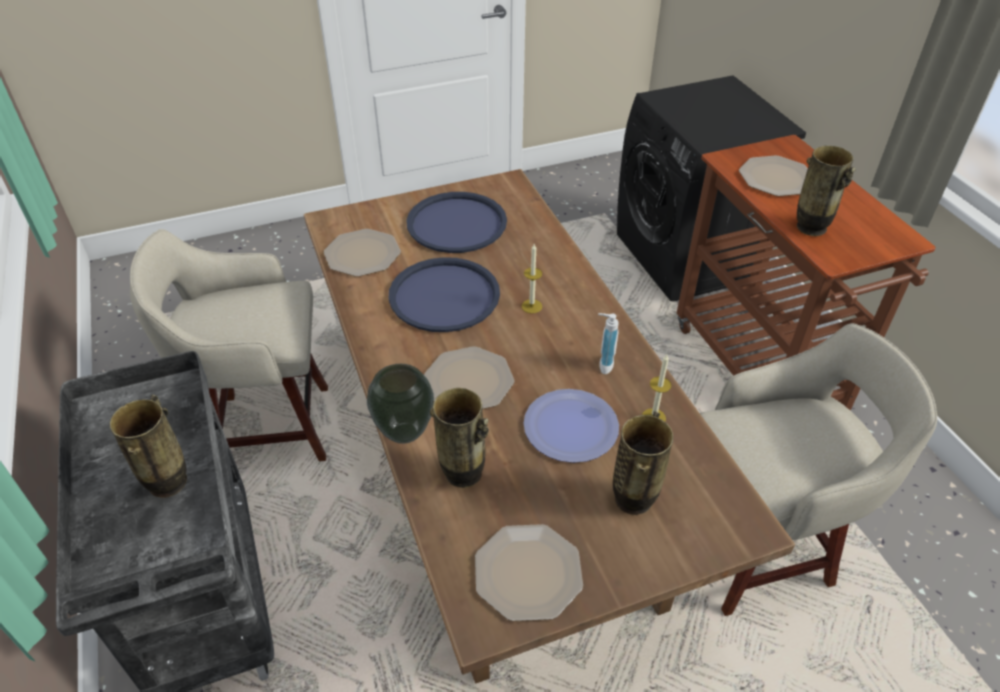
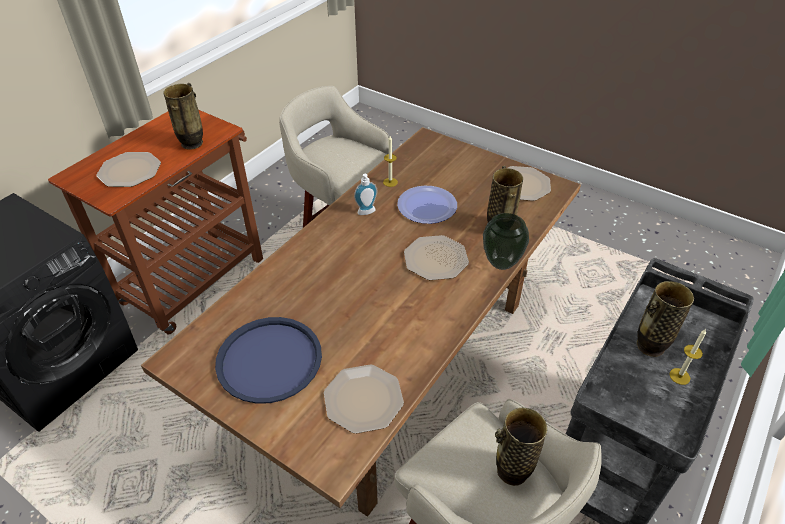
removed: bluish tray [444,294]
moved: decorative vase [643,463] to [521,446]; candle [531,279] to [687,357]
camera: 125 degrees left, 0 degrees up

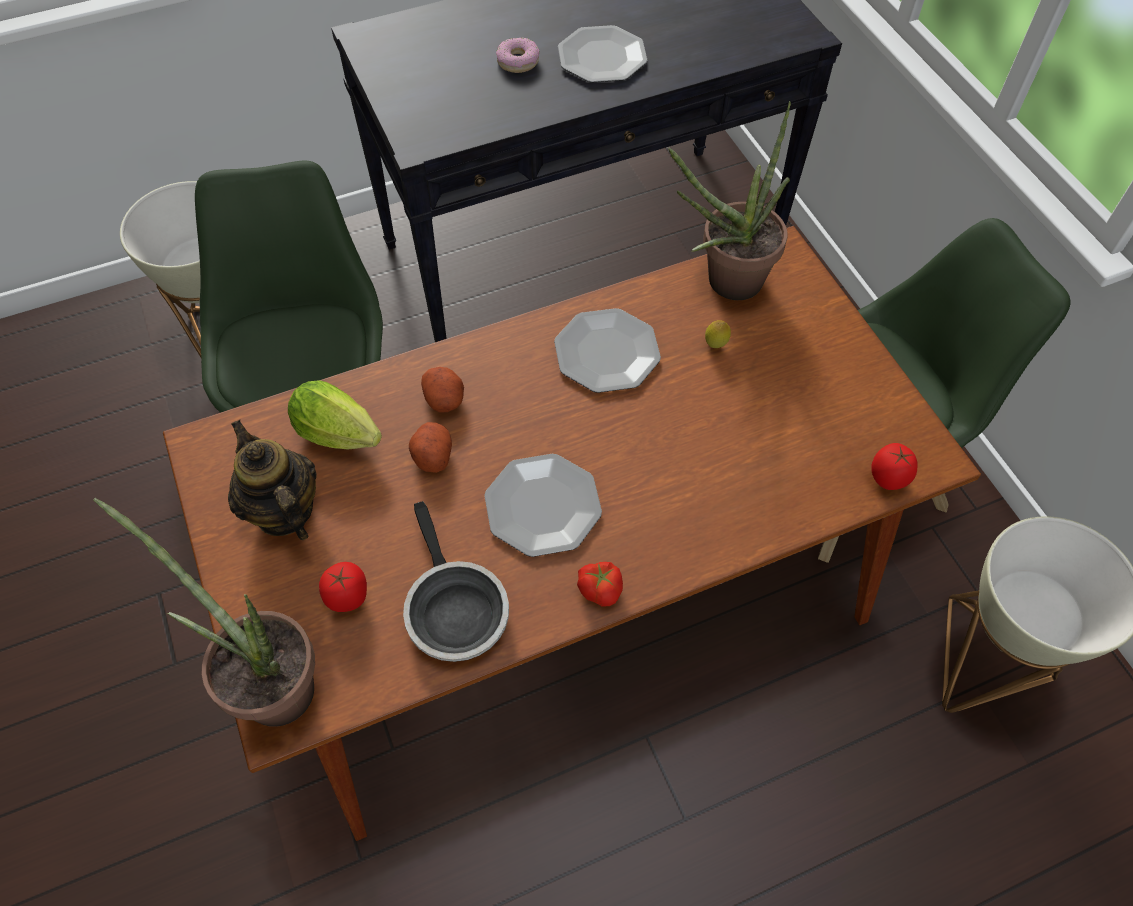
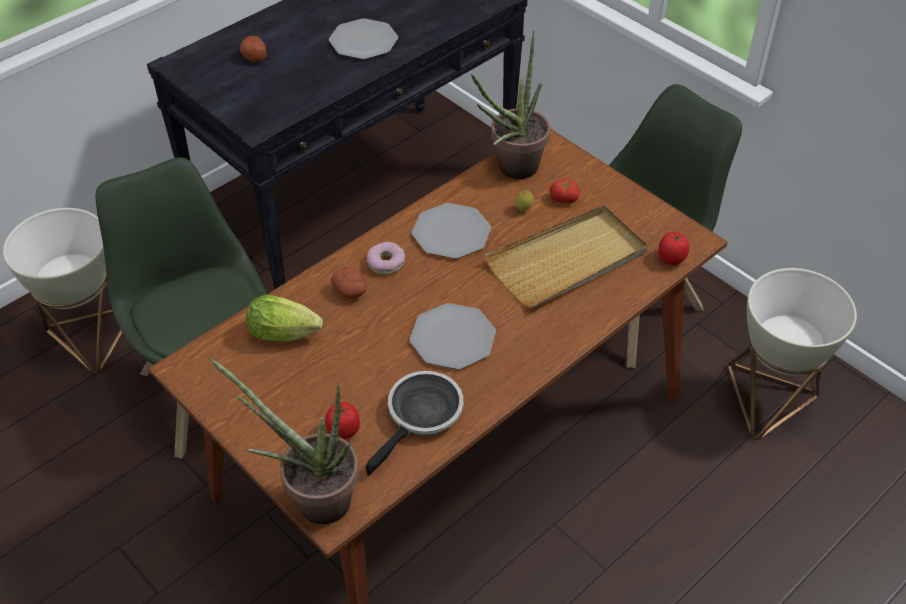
removed: tea pot [272,480]
added: beige-coloured tray [566,256]
moved: spud [430,447] to [253,49]; donut [517,55] to [386,258]; tomato [600,584] to [564,191]
turned: frying pan [456,581] = [414,423] 105 degrees counterclockwise
camera: 20 degrees left, 10 degrees down

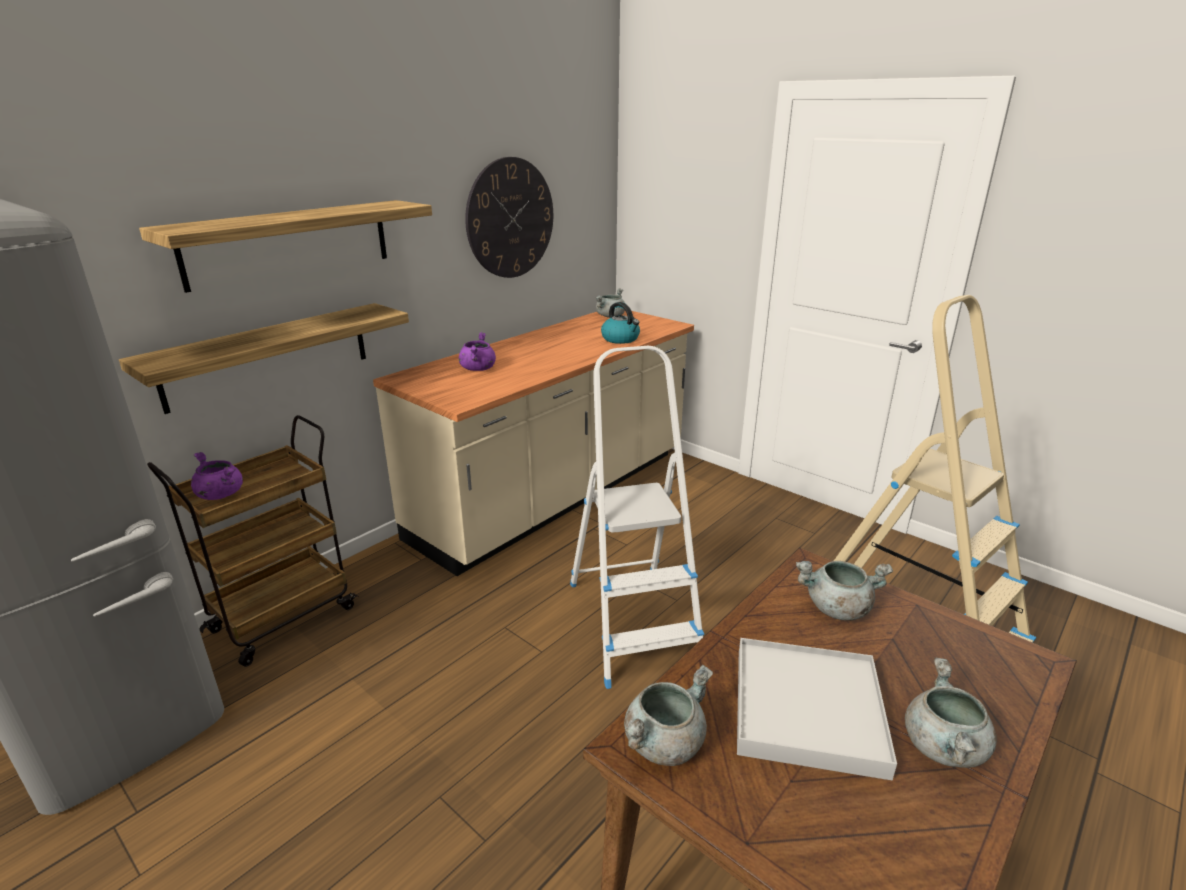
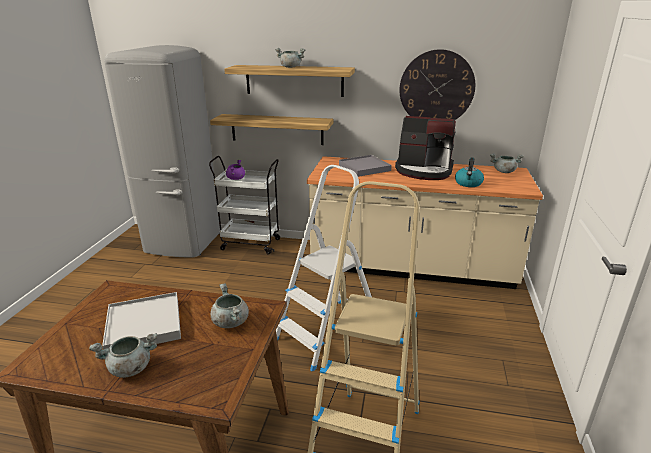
added: coffee brewer [425,148]
moved: gray saucepot [668,715] to [290,58]
replaced: purplish saucepot [477,351] to gray tray [365,166]
recoloured: brown-coloured trolley [253,541] to white trolley [244,205]
camera: 60 degrees right, 0 degrees up

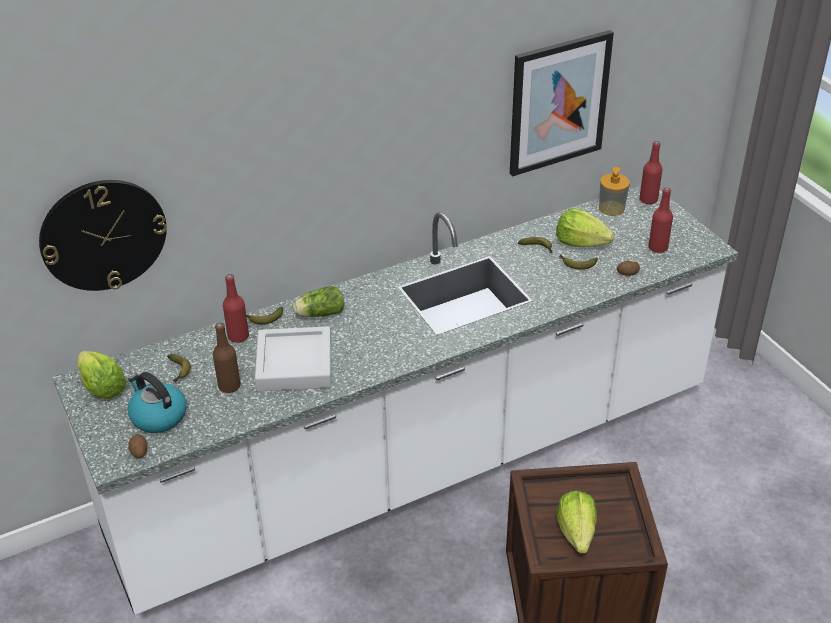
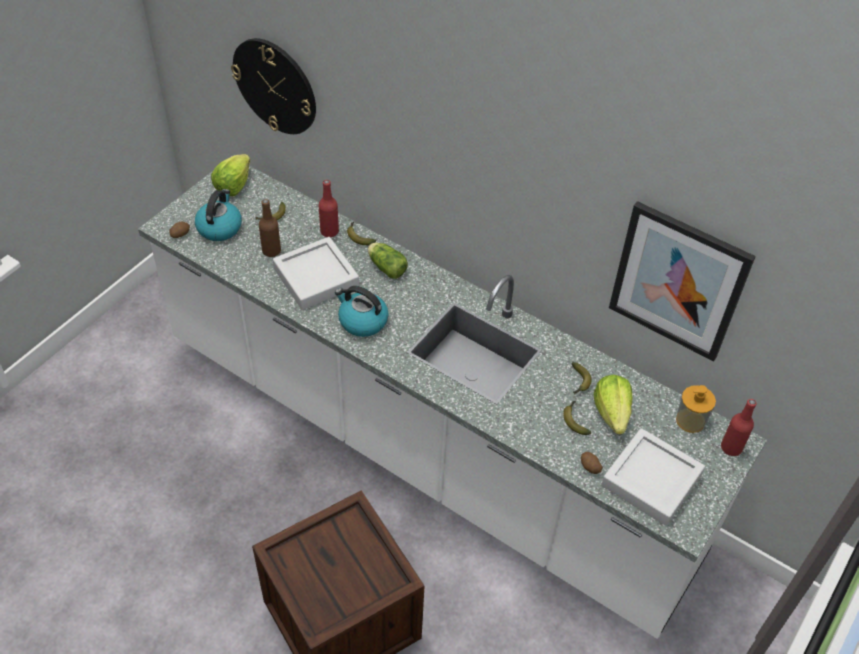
removed: lettuce [577,522]
added: water kettle [362,311]
replaced: red drink bottle [660,220] to gray tray [653,477]
camera: 60 degrees right, 10 degrees up

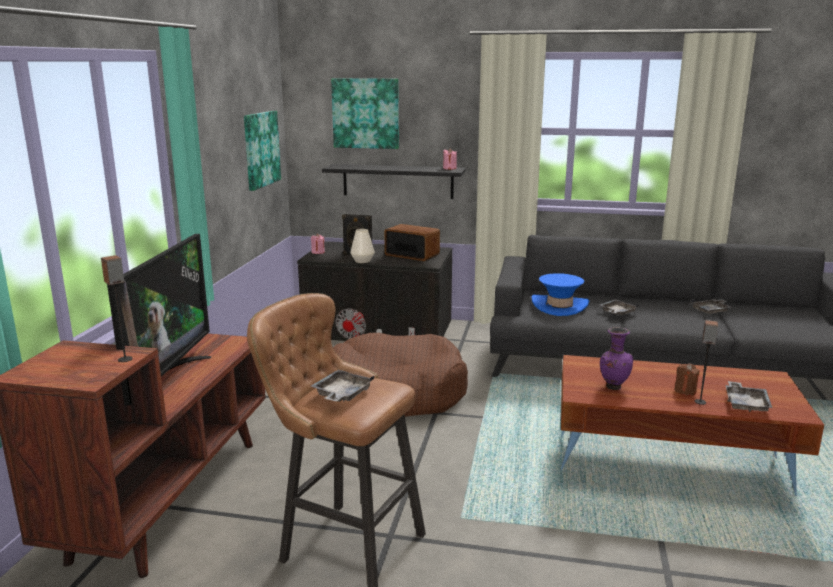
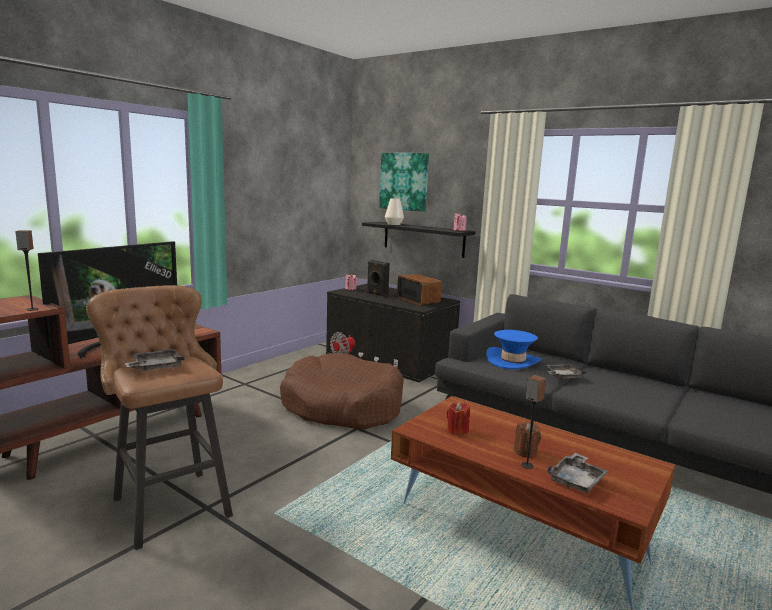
removed: picture [262,151]; gray tray [711,306]
moved: white decorative vase [362,246] to [394,211]
replaced: purplish decorative vase [616,358] to red candle [458,418]
camera: 25 degrees right, 5 degrees down

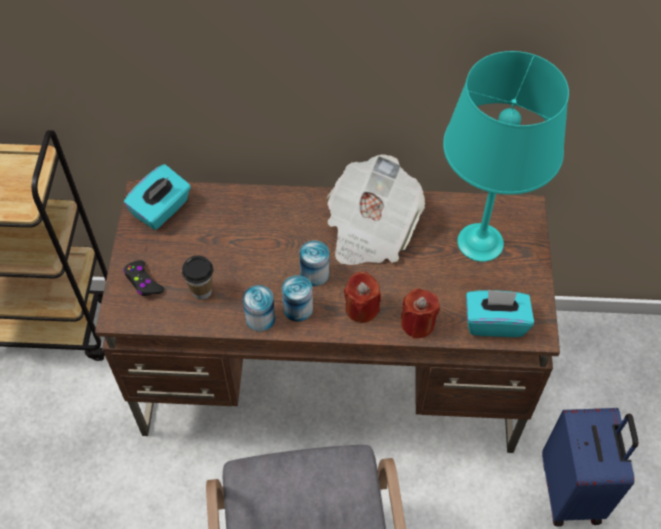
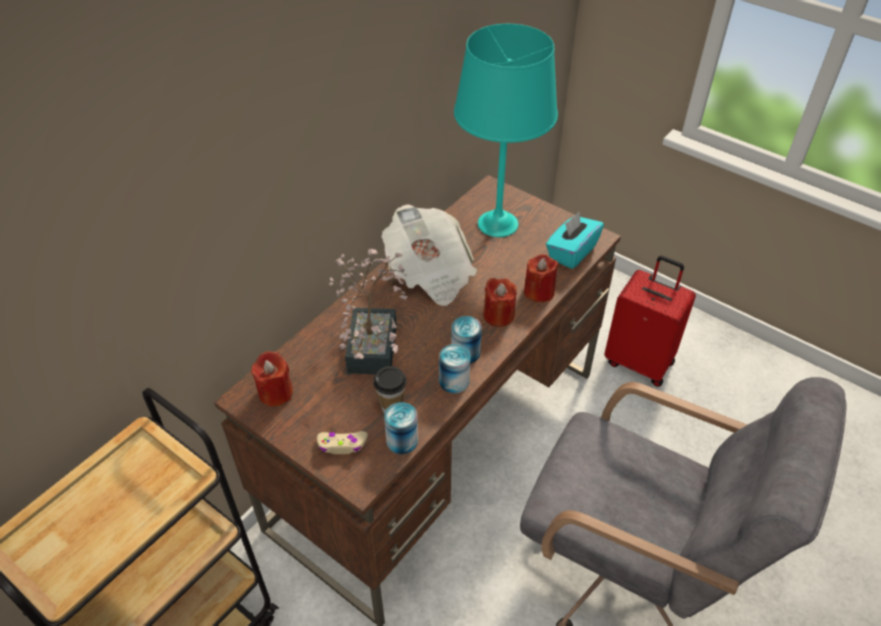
added: houseplant [368,311]
moved: sealed can [314,263] to [401,428]
replaced: turquoise-coloured box of tissues [157,197] to red candle [272,379]
recoloured: black-coloured joypad [143,278] to beige-coloured joypad [342,442]; bluish piece of luggage [590,467] to red piece of luggage [650,321]
camera: 55 degrees left, 10 degrees down

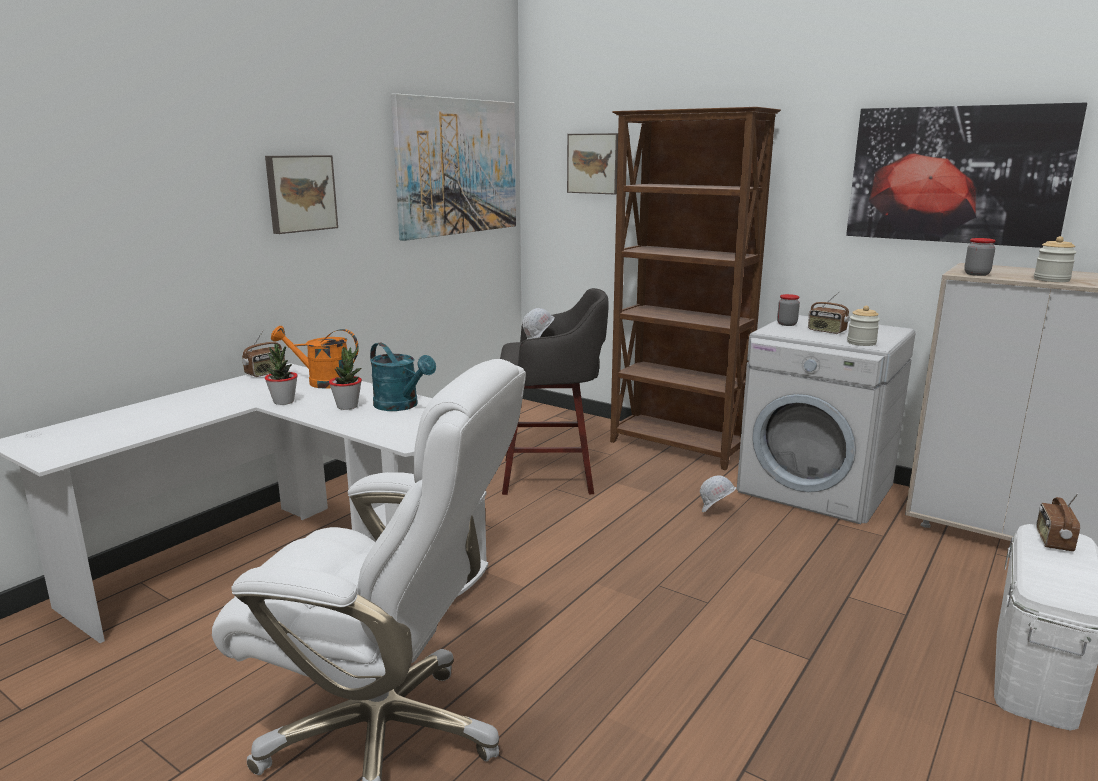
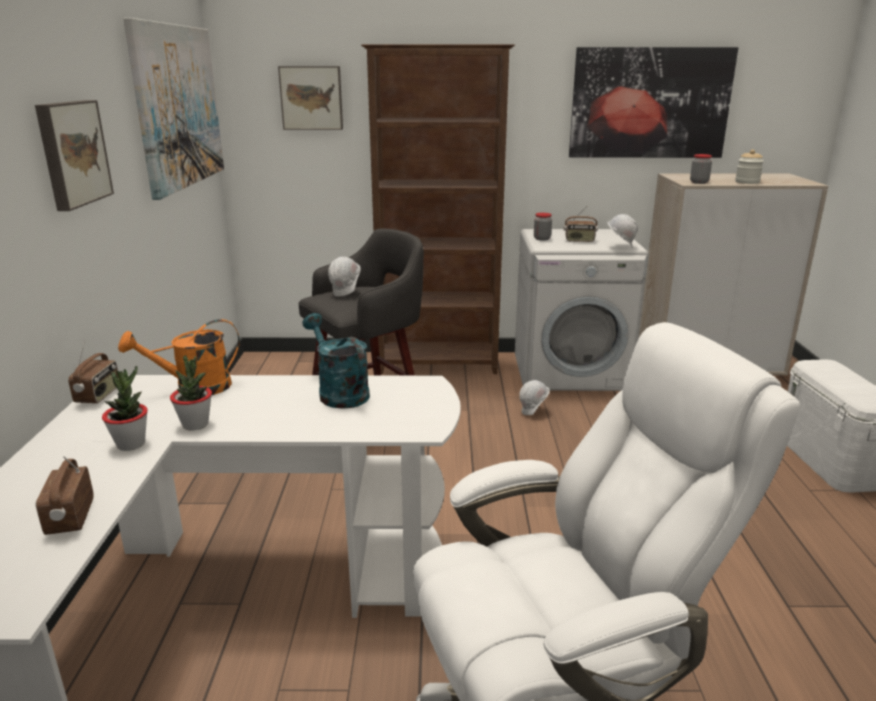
moved: radio set [1058,522] to [64,495]; houseplant [345,378] to [125,408]
replaced: storage jar [863,326] to white safety helmet [622,231]
turned: turquoise-coloured watering can [403,376] = [336,361] 135 degrees counterclockwise
camera: 35 degrees left, 5 degrees up

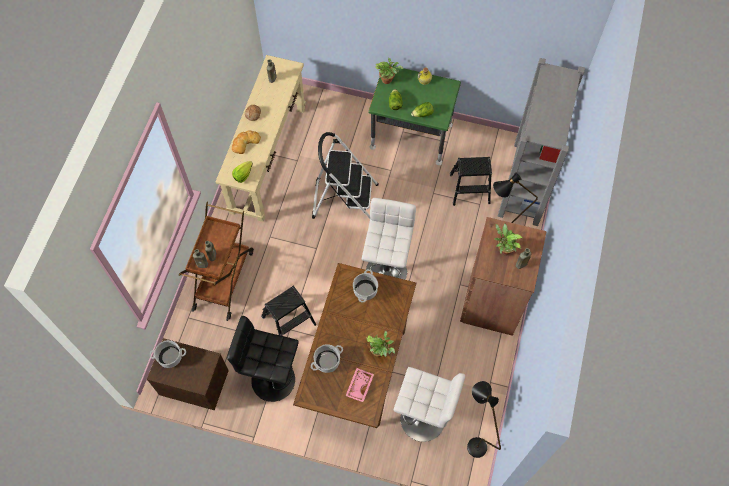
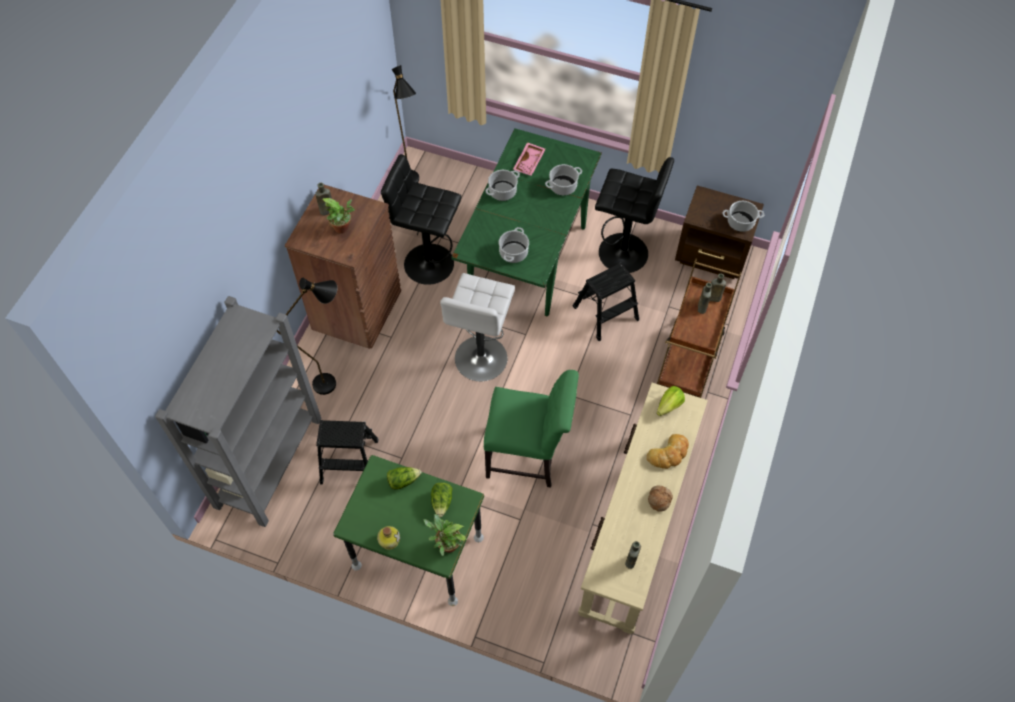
removed: white sitting stool [429,404]
added: black-coloured sitting stool [421,219]
replaced: step ladder [345,175] to green-coloured upright chair [531,429]; houseplant [381,344] to saucepot [503,185]
recoloured: brown-coloured dinner table [354,345] to green-coloured dinner table [526,222]
camera: 175 degrees left, 5 degrees down

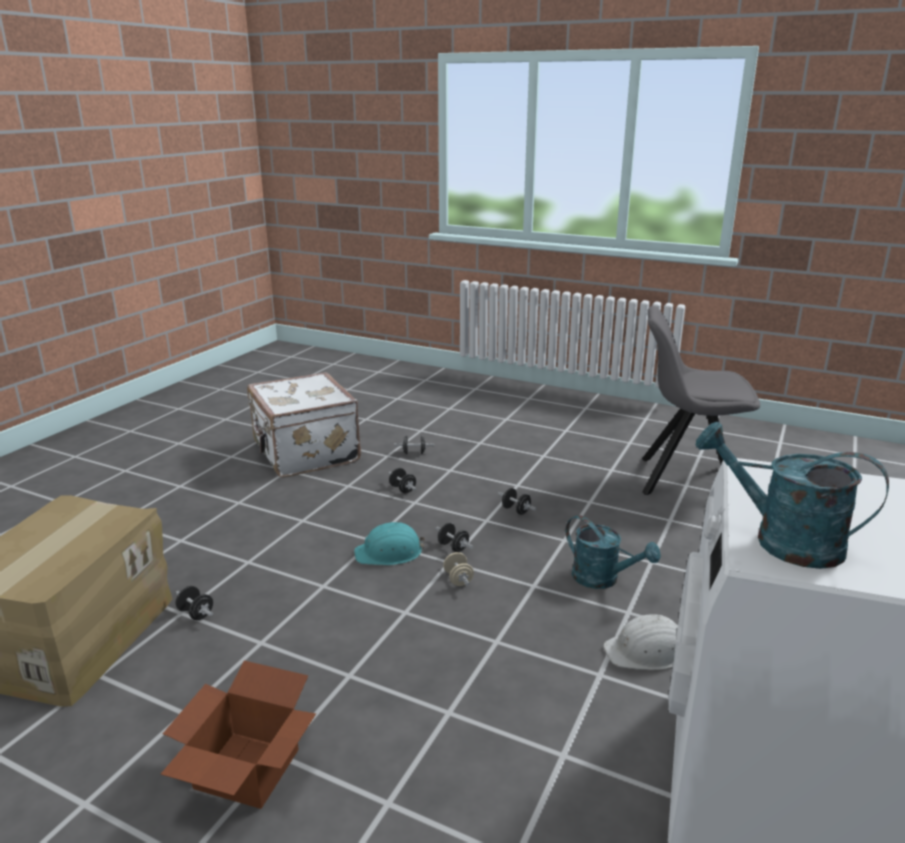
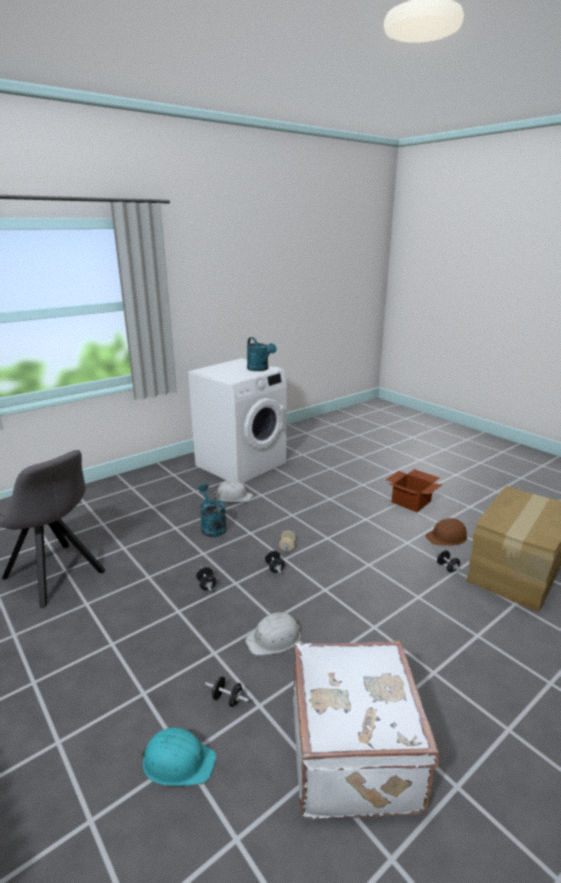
added: brown-coloured safety helmet [446,532]
moved: turquoise-coloured safety helmet [389,543] to [177,757]
replaced: black-coloured hand weight [402,480] to white safety helmet [273,633]
camera: 155 degrees left, 0 degrees up

